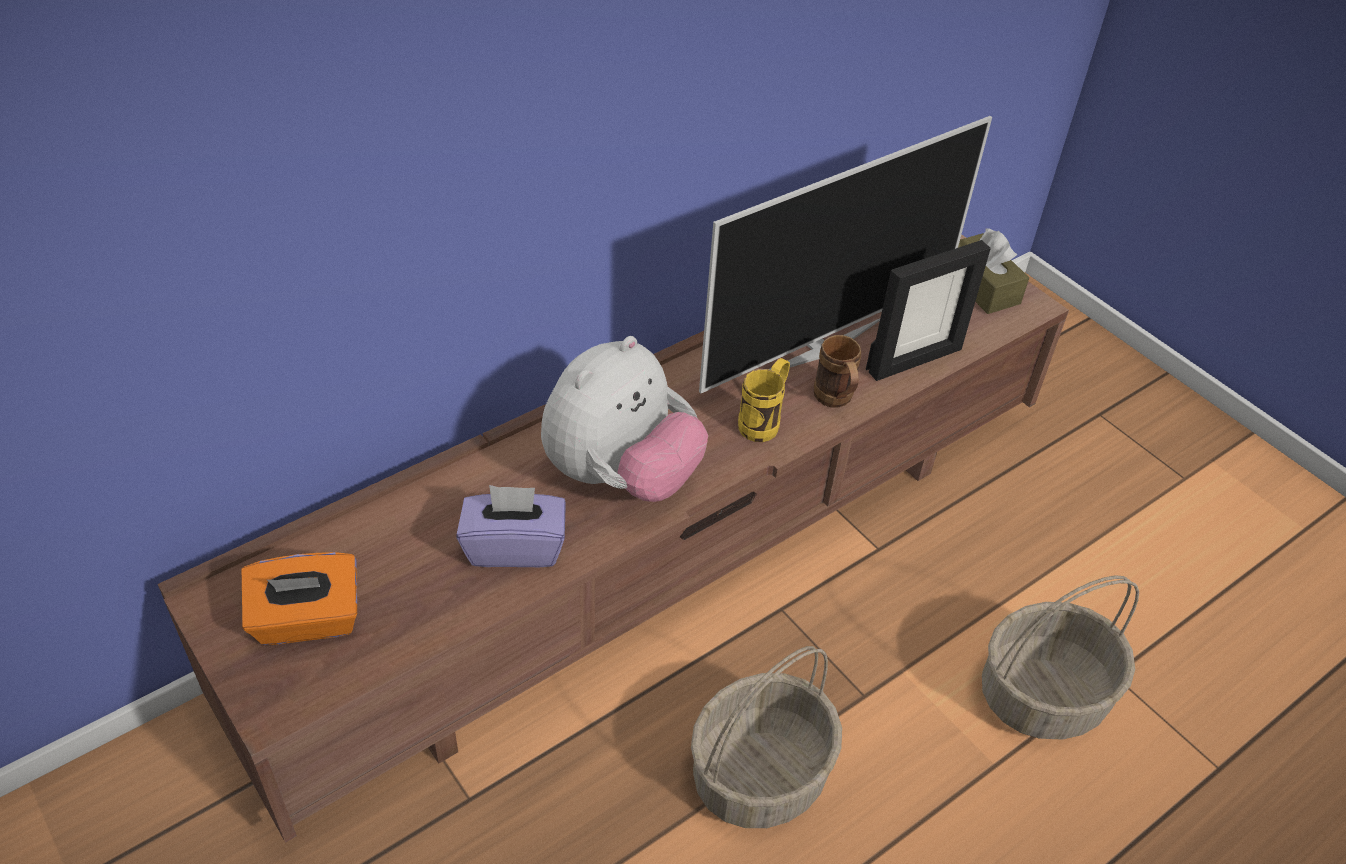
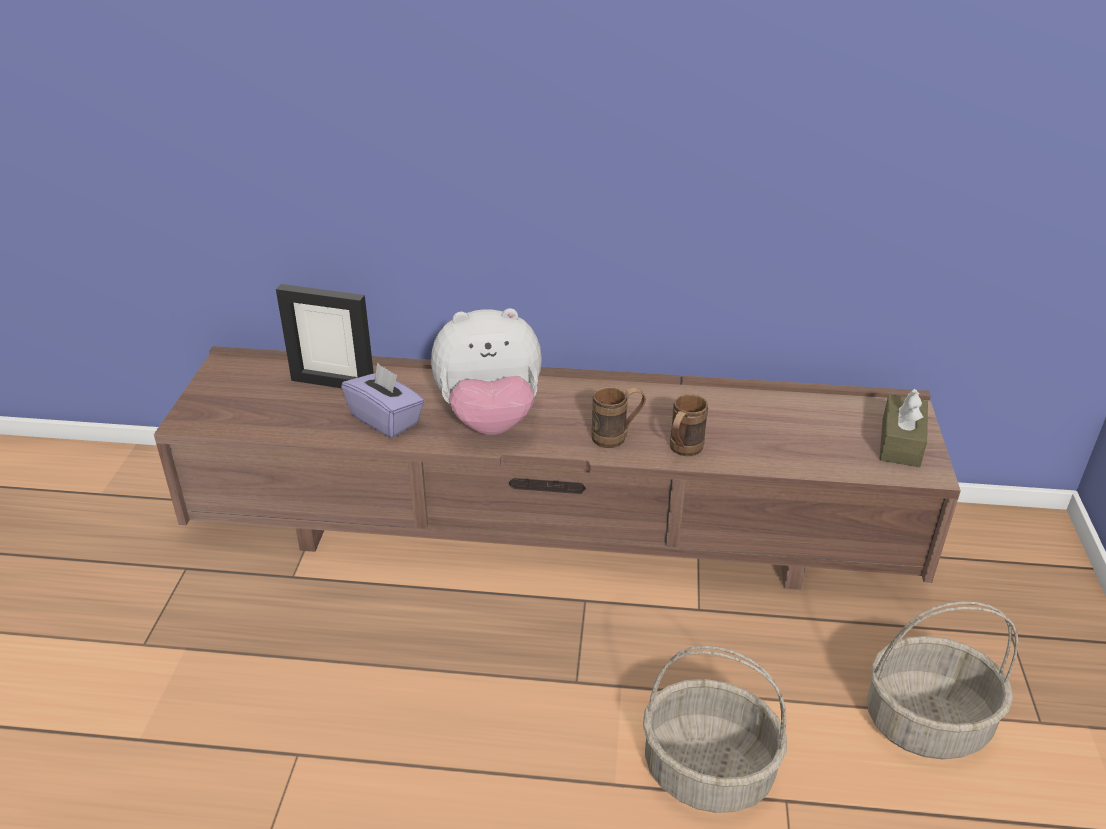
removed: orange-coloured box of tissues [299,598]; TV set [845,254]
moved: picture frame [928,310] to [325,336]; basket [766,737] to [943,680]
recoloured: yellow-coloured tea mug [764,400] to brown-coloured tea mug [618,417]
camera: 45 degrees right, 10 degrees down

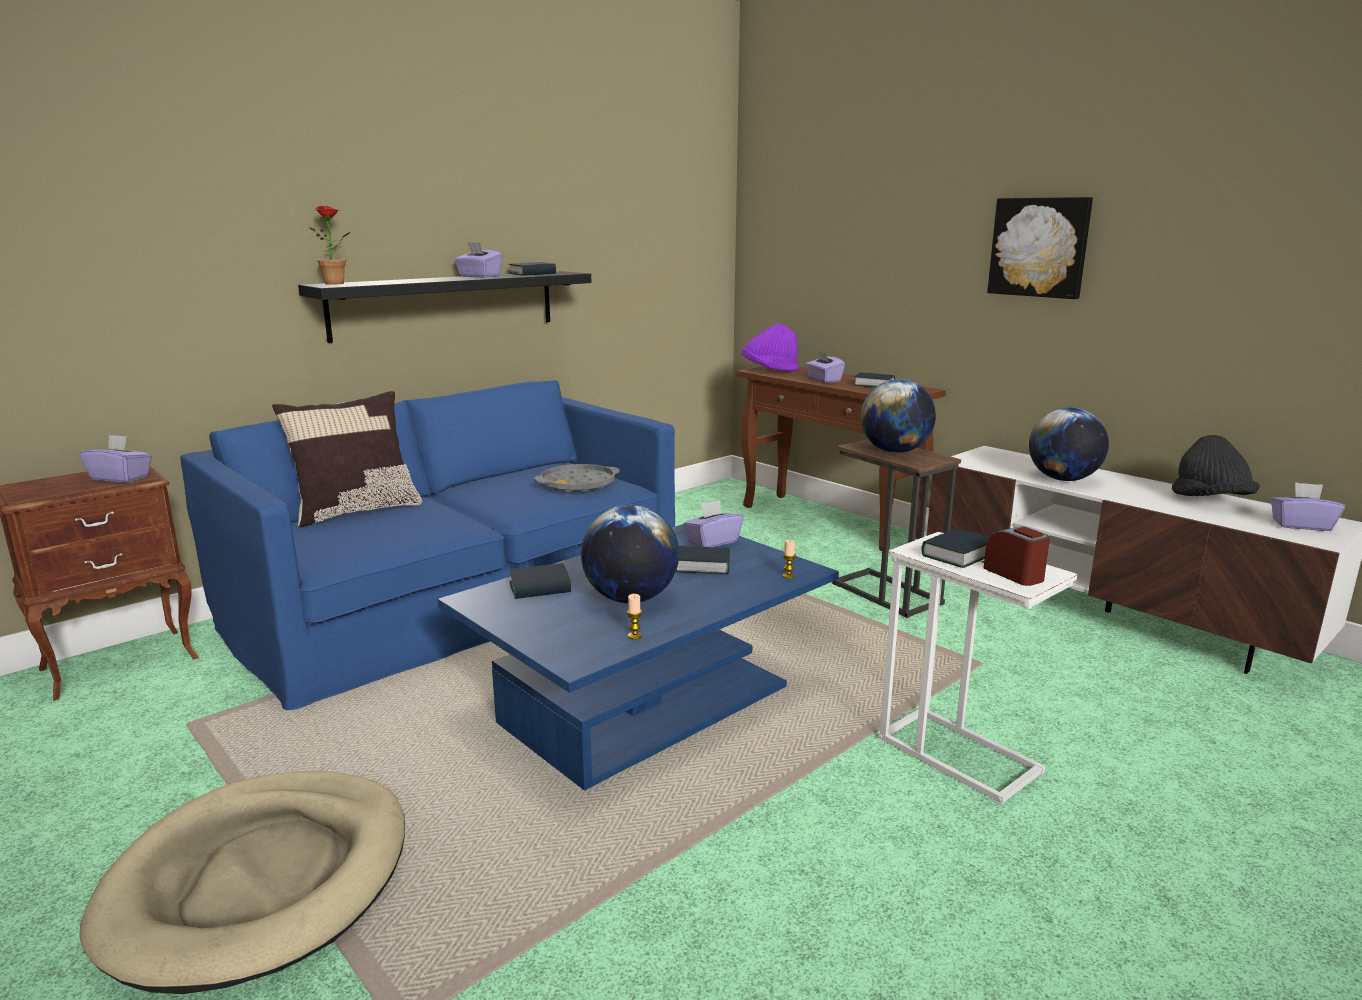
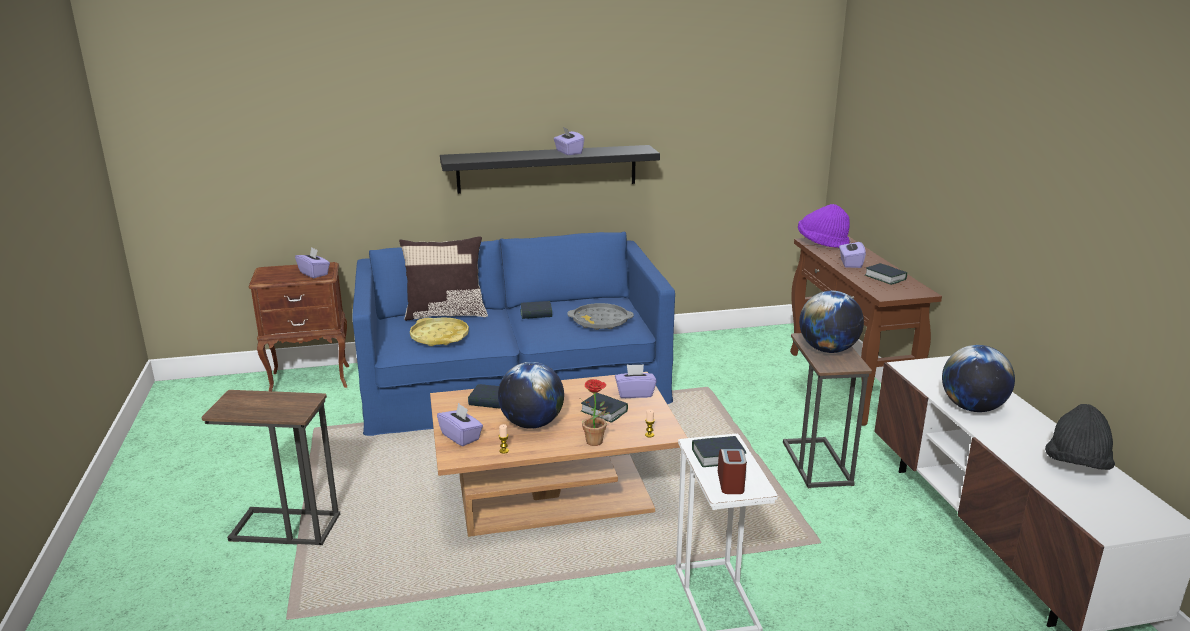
removed: picture [1040,248]
added: yellow-coloured tray [439,331]
moved: purplish box of tissues [1307,506] to [460,424]; bound book [532,269] to [536,310]; houseplant [329,245] to [595,412]
replaced: beige-coloured pet bed [242,882] to brown-coloured end table [271,467]
recoloured: bluish coffee table [638,657] to brown-coloured coffee table [558,454]
camera: 30 degrees right, 5 degrees up

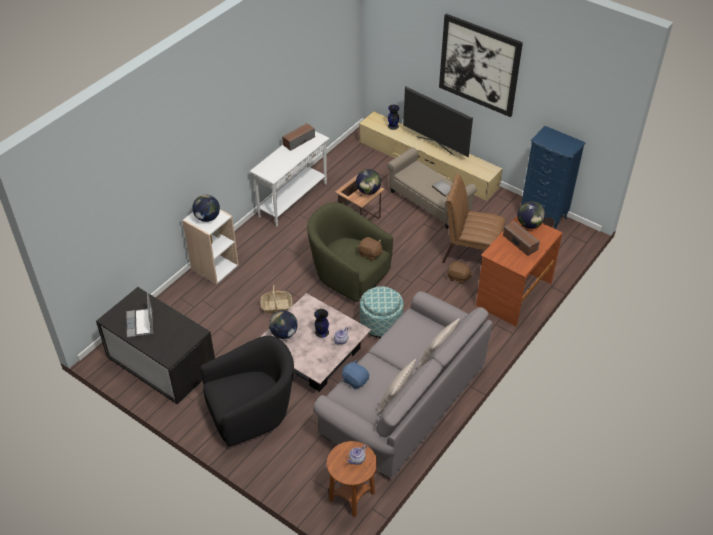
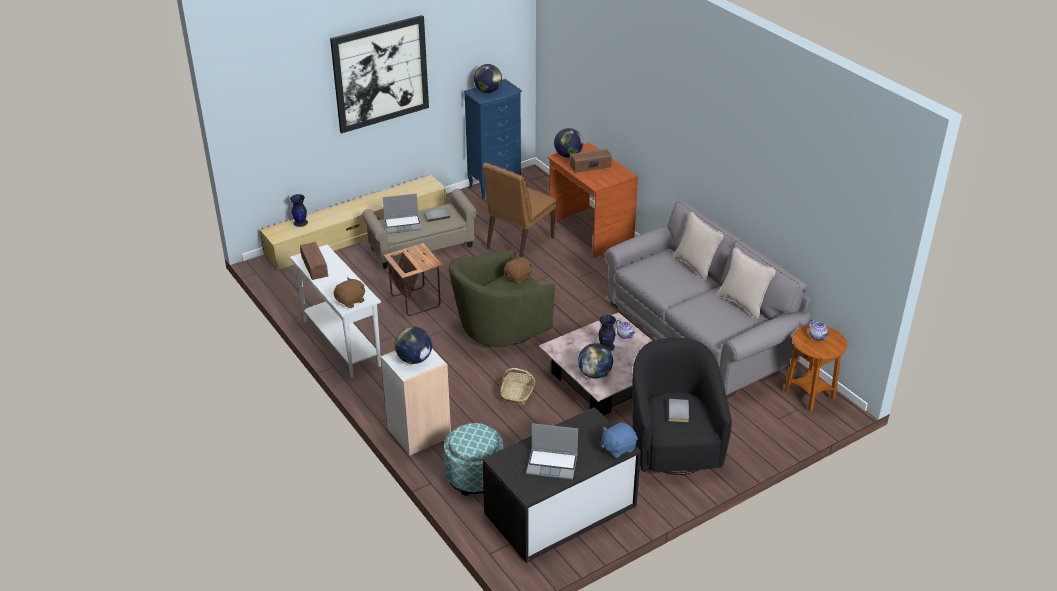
removed: TV set [438,122]
added: portable computer [402,213]; gray bound book [679,410]
moved: brown-coloured soft toy [459,272] to [349,292]; footrest [382,312] to [474,459]; desk globe [368,182] to [488,78]; bluish soft toy [355,374] to [619,440]
camera: 70 degrees left, 10 degrees down

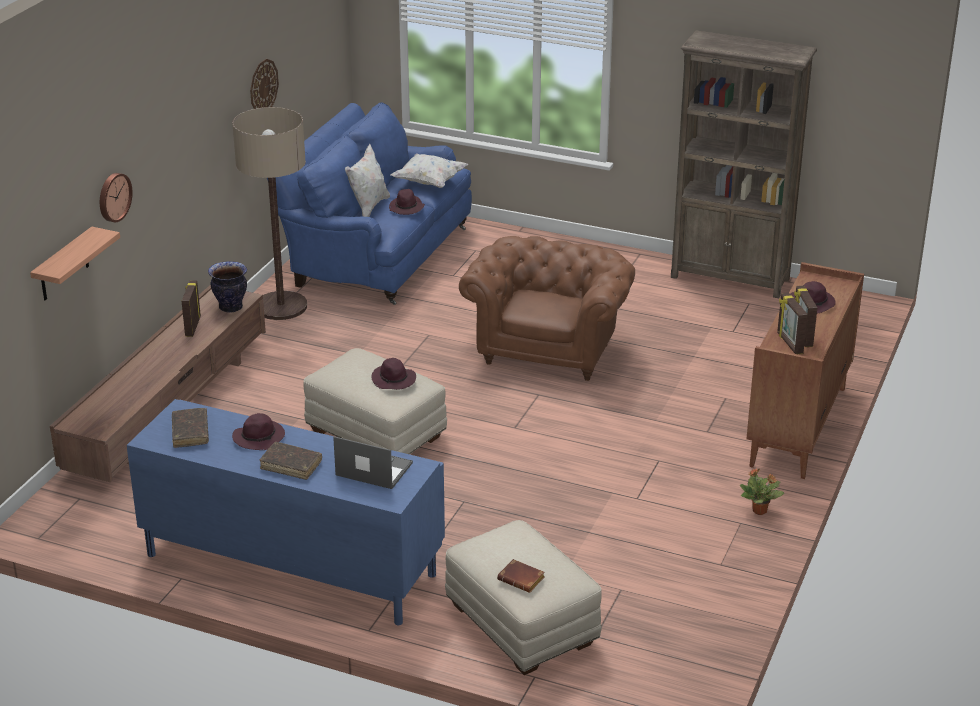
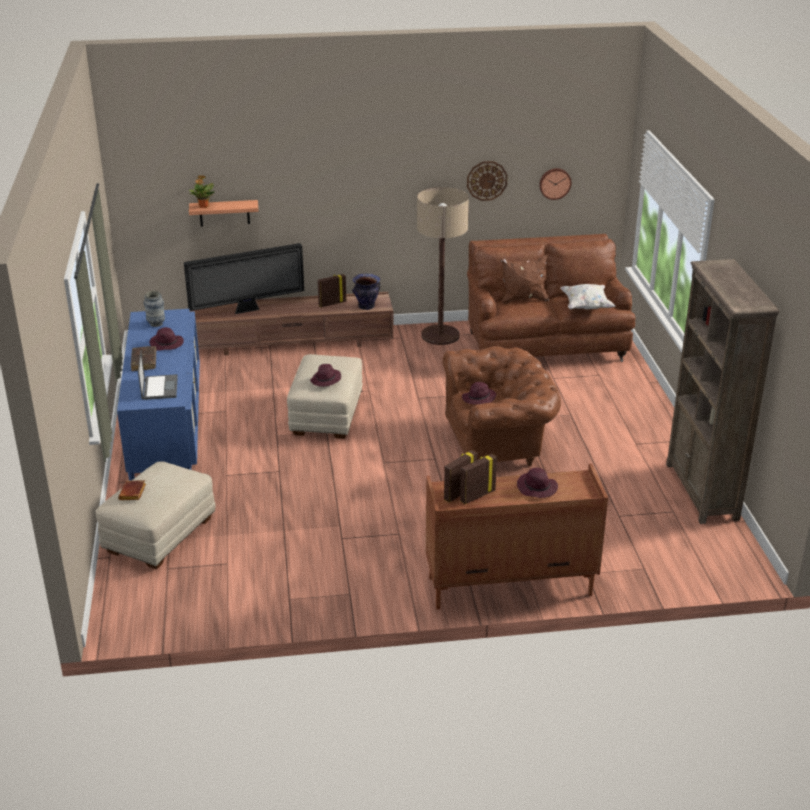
added: TV set [244,278]
moved: houseplant [762,491] to [201,191]; purplish wearable hat [407,202] to [479,393]; clock on the wall [116,197] to [555,184]
replaced: brown-coloured bound book [190,428] to decorative vase [154,309]
recoloured: bluish couch [369,204] to brown-coloured couch [551,298]; white pillow [367,180] to brown-coloured pillow [524,279]
camera: 60 degrees right, 0 degrees up

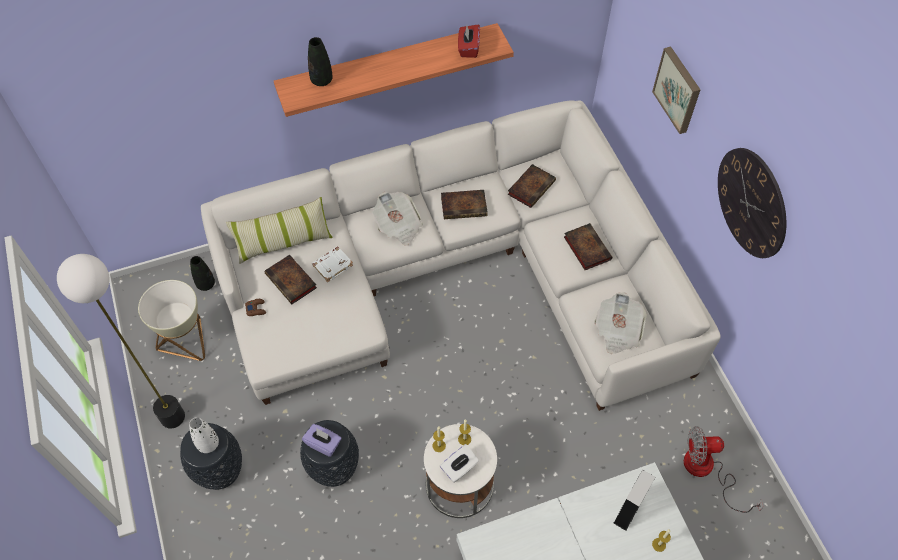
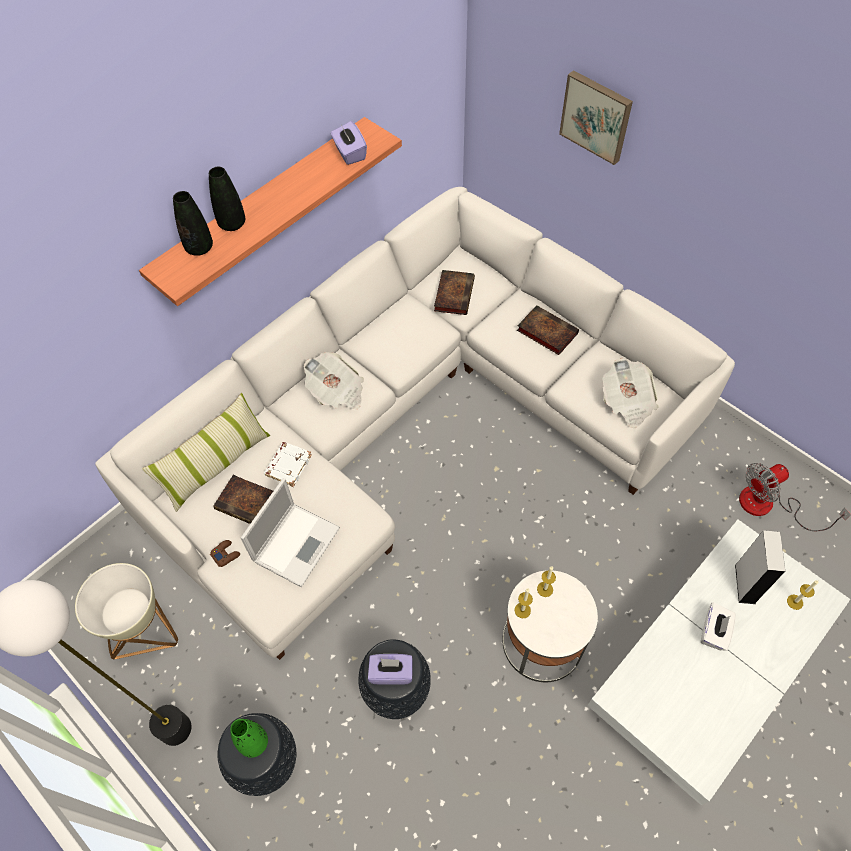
removed: bound book [464,204]; clock on the wall [752,203]
added: portable computer [290,532]
moved: black-coloured decorative vase [202,273] to [227,199]; white box of tissues [459,463] to [718,626]
recoloured: white decorative vase [204,435] to green-coloured decorative vase [249,738]; red box of tissues [469,41] to purplish box of tissues [349,143]
camera: 25 degrees left, 0 degrees up

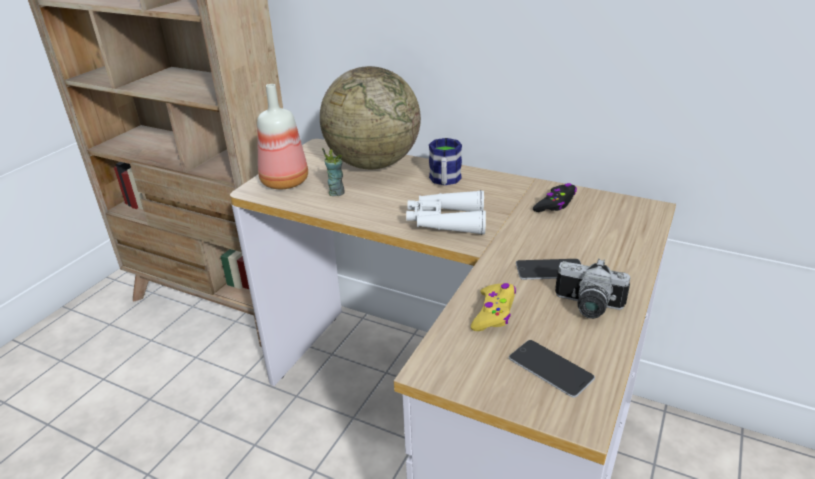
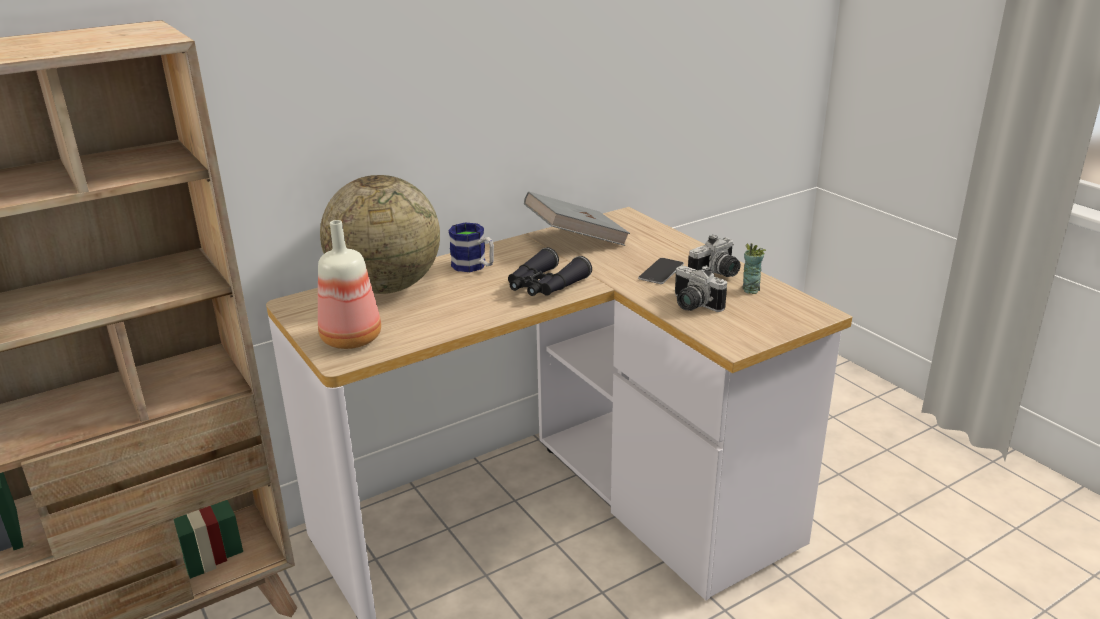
removed: telephone [552,369]
moved: cup [333,172] to [754,268]
replaced: black-coloured joypad [555,197] to gray bound book [577,218]; yellow-coloured joypad [493,307] to photo camera [701,288]
recoloured: white pair of binoculars [446,212] to black-coloured pair of binoculars [550,271]
camera: 60 degrees left, 5 degrees down

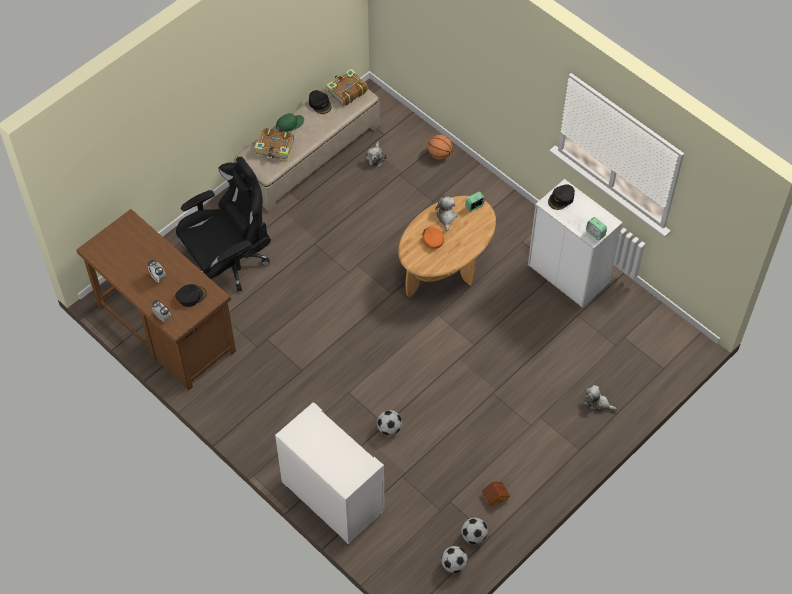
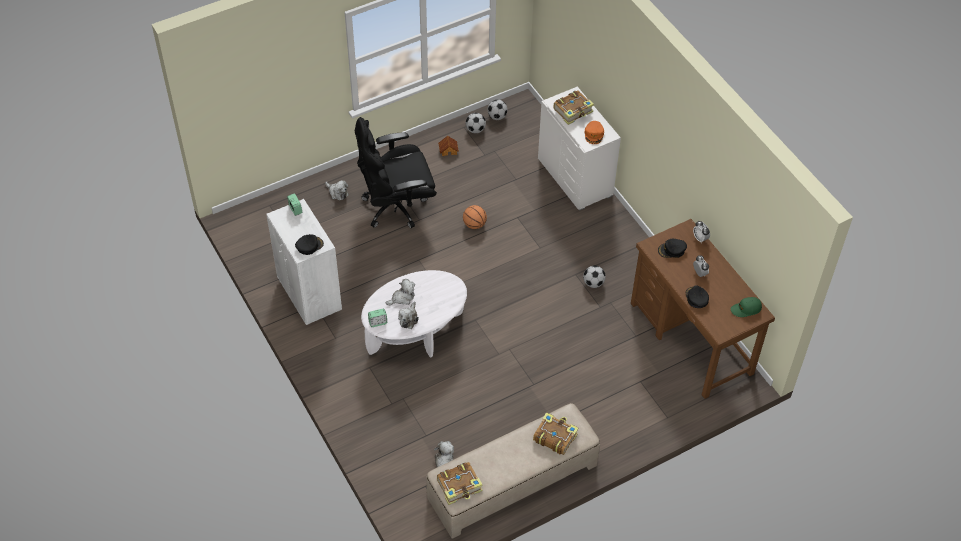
added: soft toy [400,292]; bound book [574,107]
moved: black-coloured office chair [223,224] to [396,172]; basketball ball [440,147] to [475,217]; football ball [389,422] to [594,277]; orange-coloured peaked cap [433,237] to [594,132]; black-coloured peaked cap [320,102] to [697,296]; green-coloured peaked cap [290,122] to [746,307]
recoloured: brown-coloured coffee table [447,246] to white coffee table [414,314]
camera: 165 degrees left, 5 degrees down

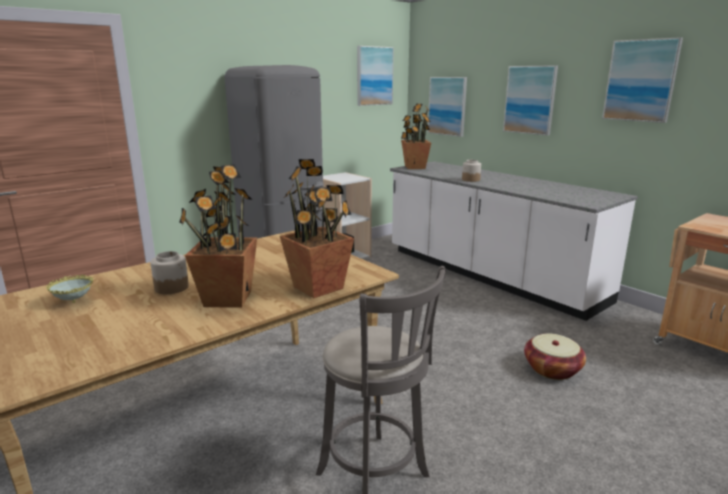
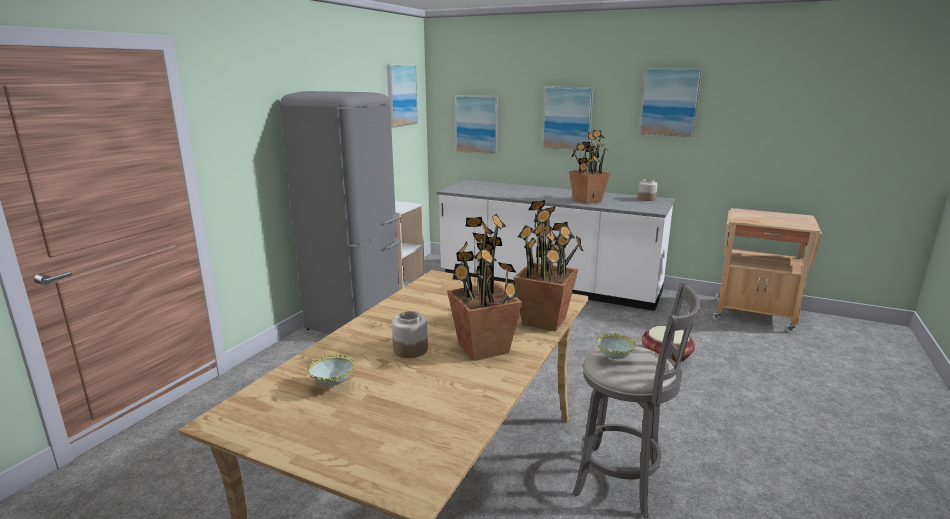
added: serving bowl [616,347]
moved: houseplant [416,136] to [589,167]; storage jar [471,171] to [648,190]
camera: 25 degrees left, 0 degrees up

